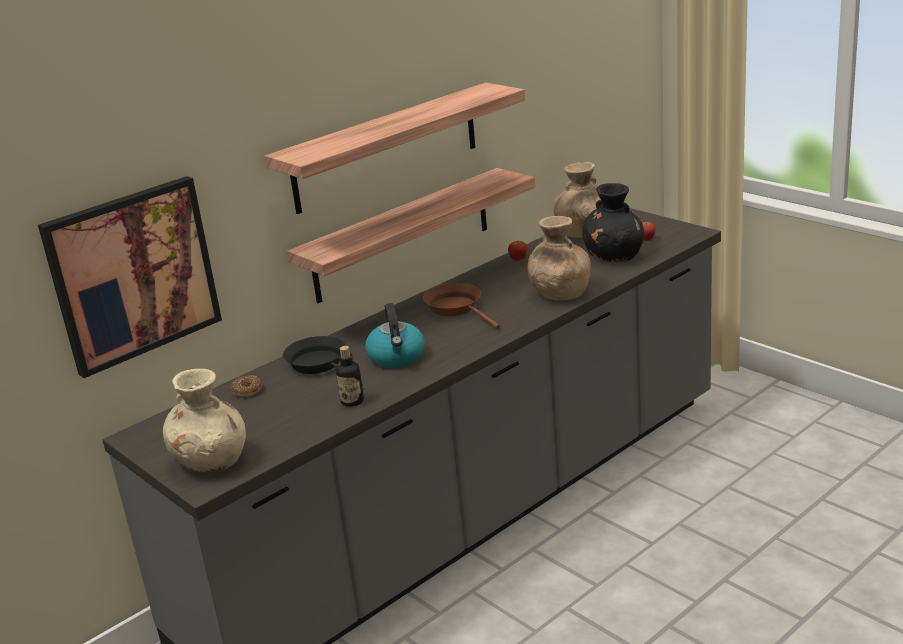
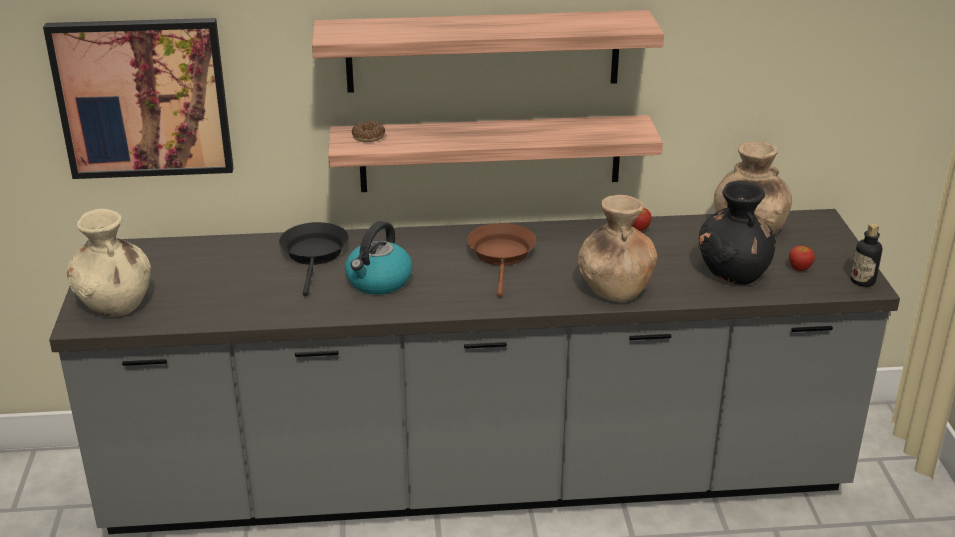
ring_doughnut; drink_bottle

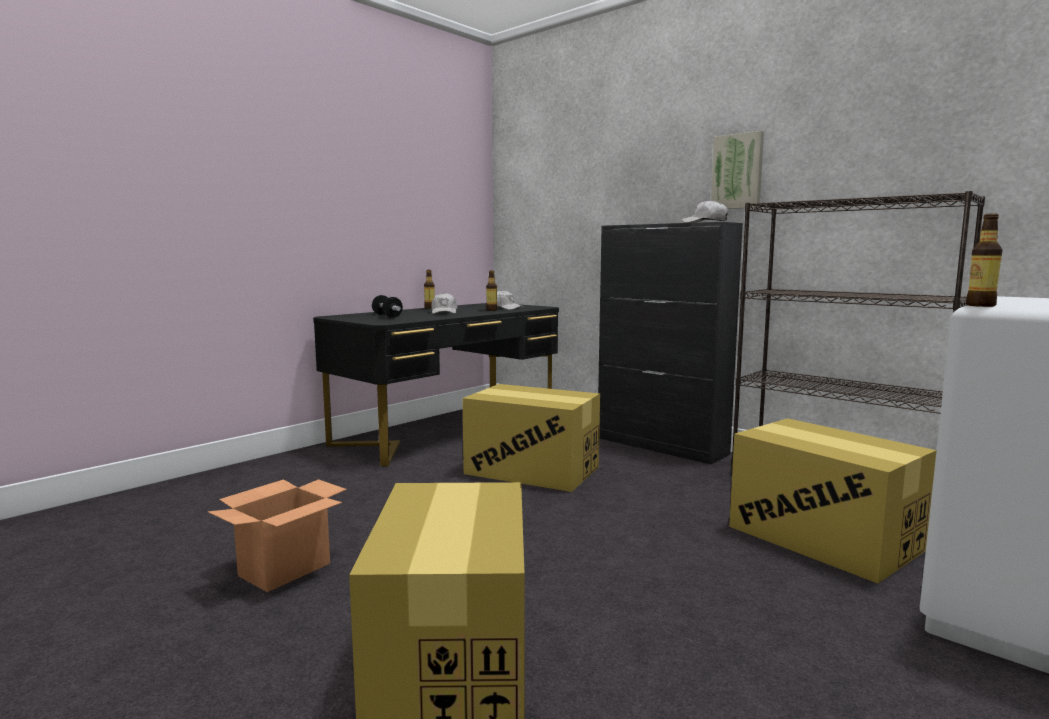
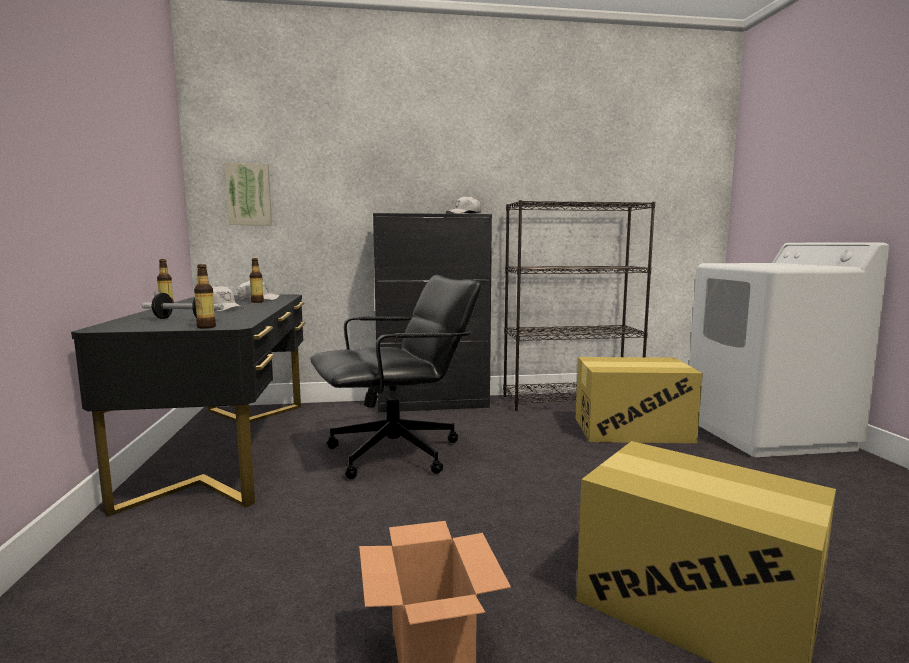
blackish_computer_chair; wall_picture; drink_bottle (2nd from left)

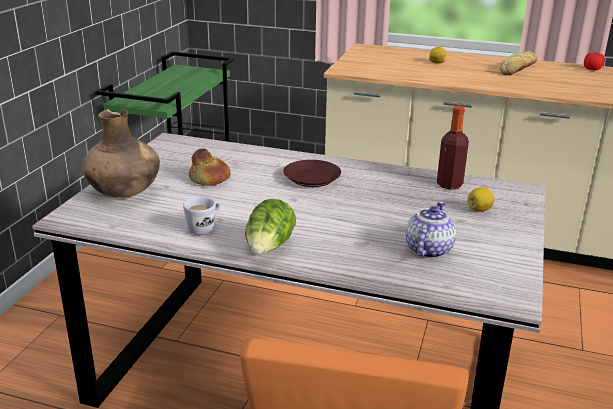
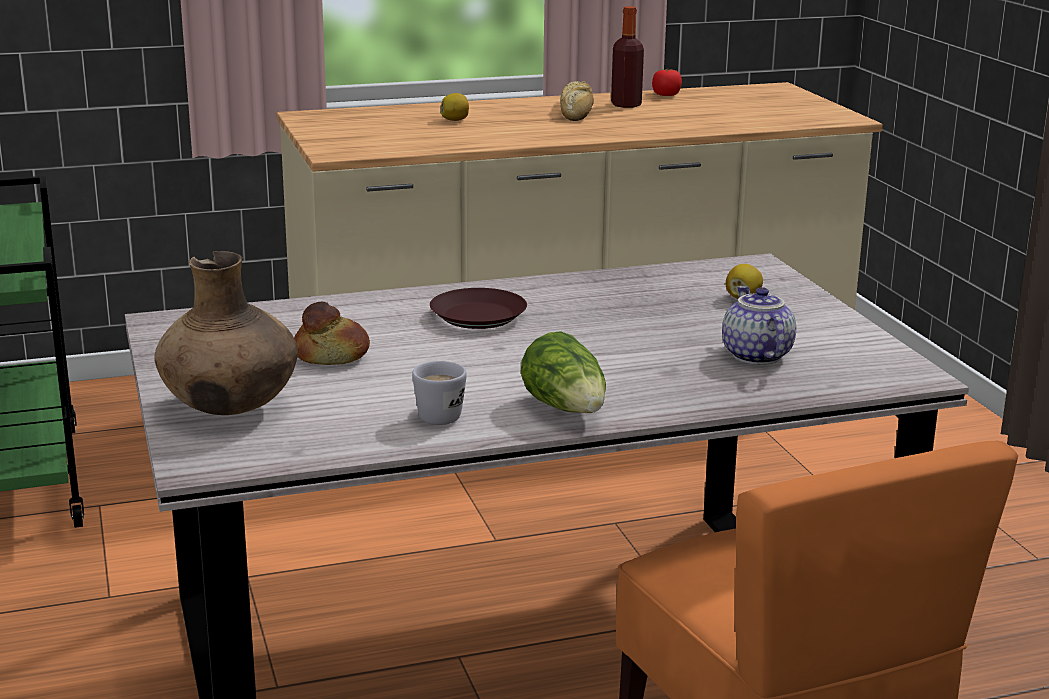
drink_bottle

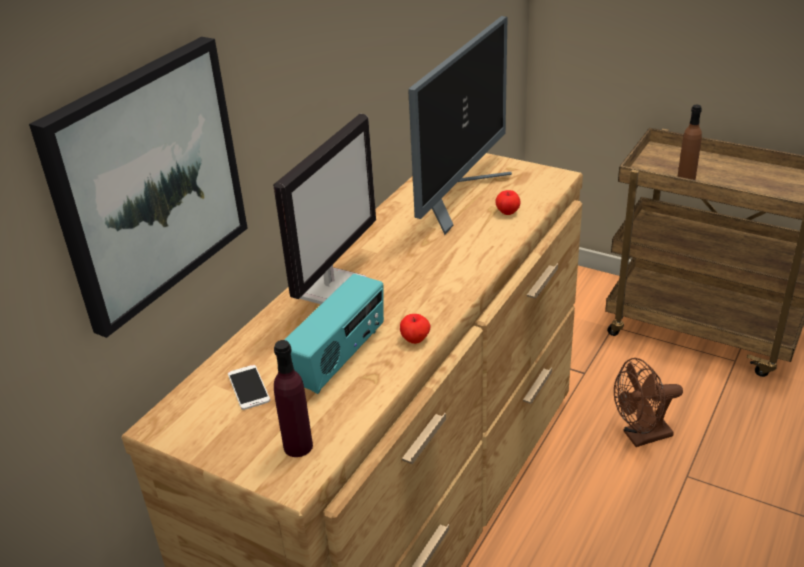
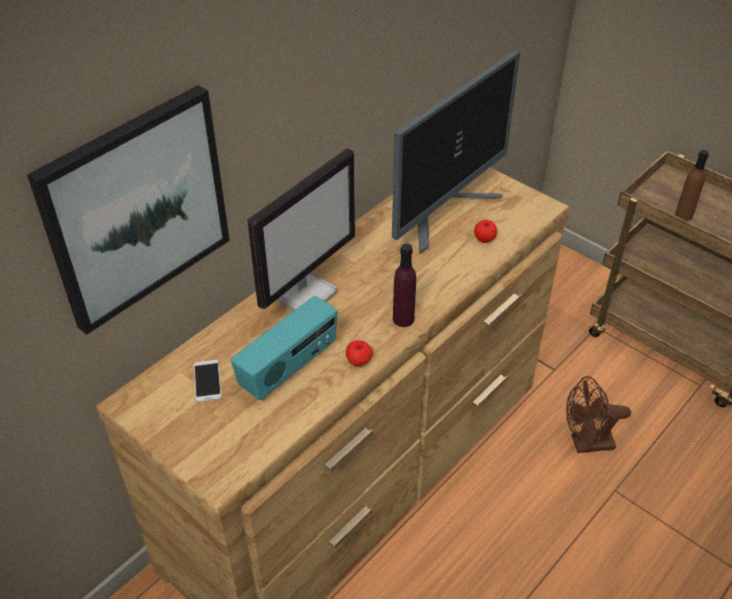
purple_drink_bottle

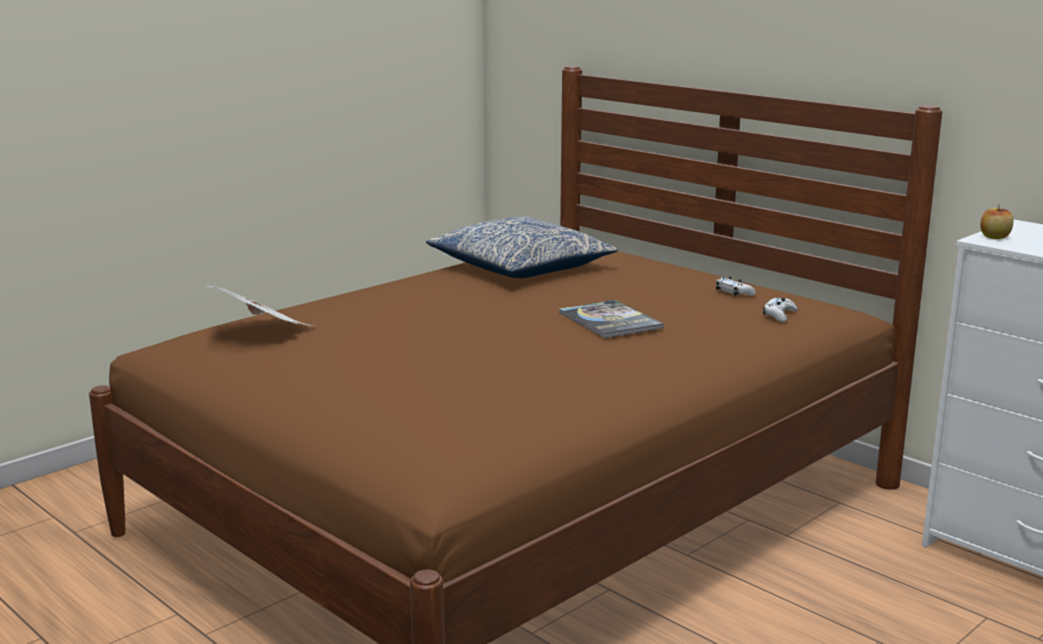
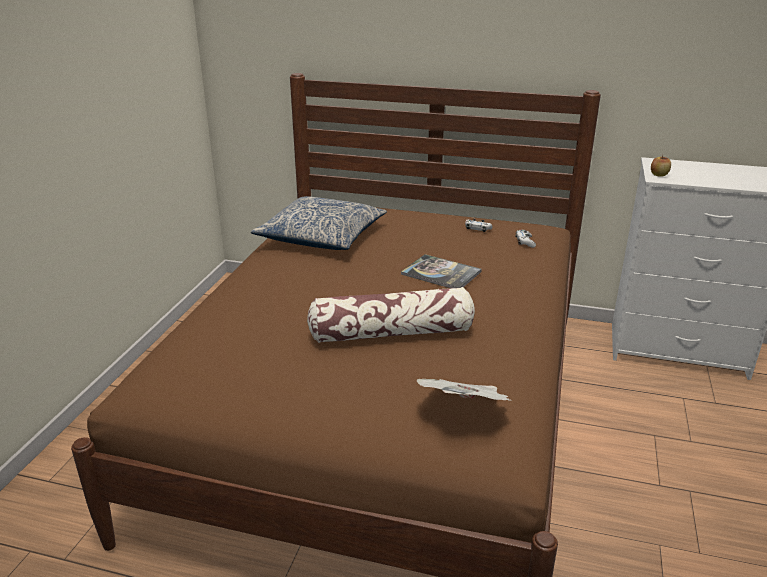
daily_paper; throw_pillow (2nd from left)

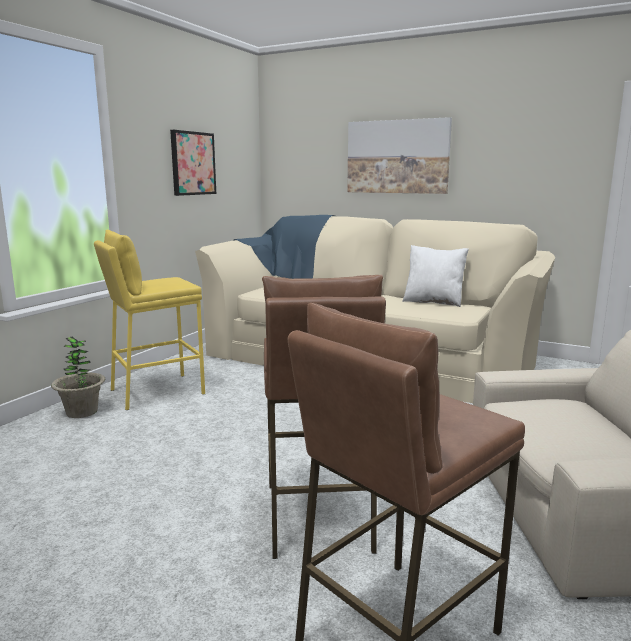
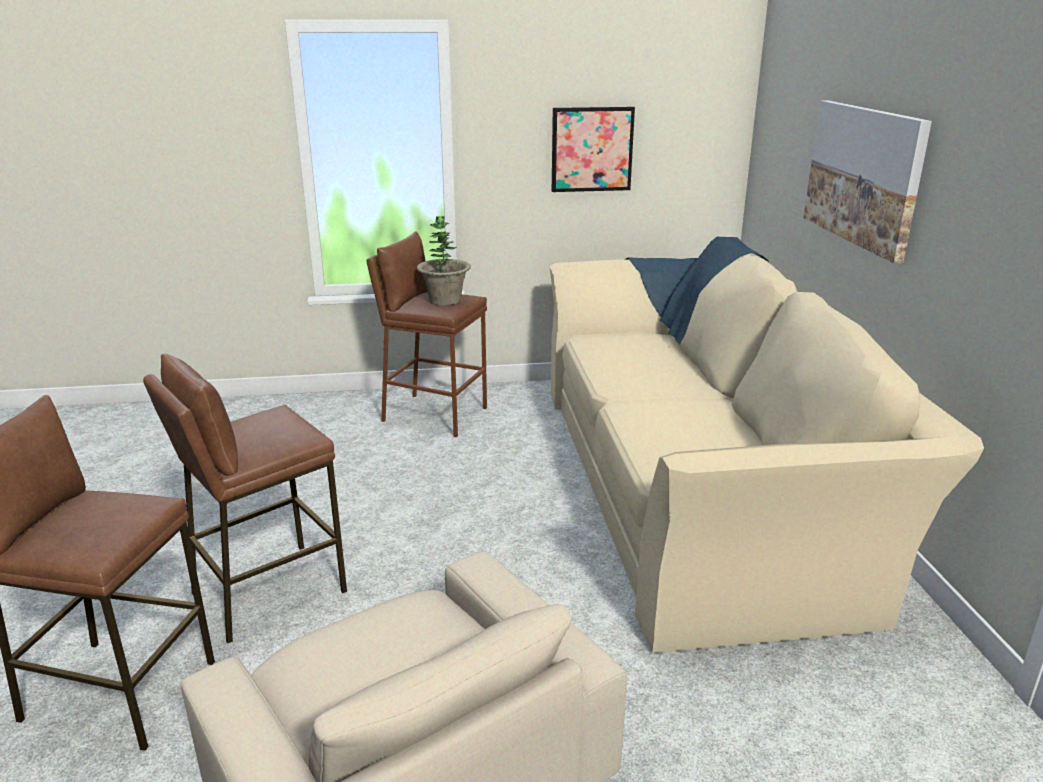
potted_plant; brown-coloured_stool_seat (3rd from left); whitish_throw_pillow

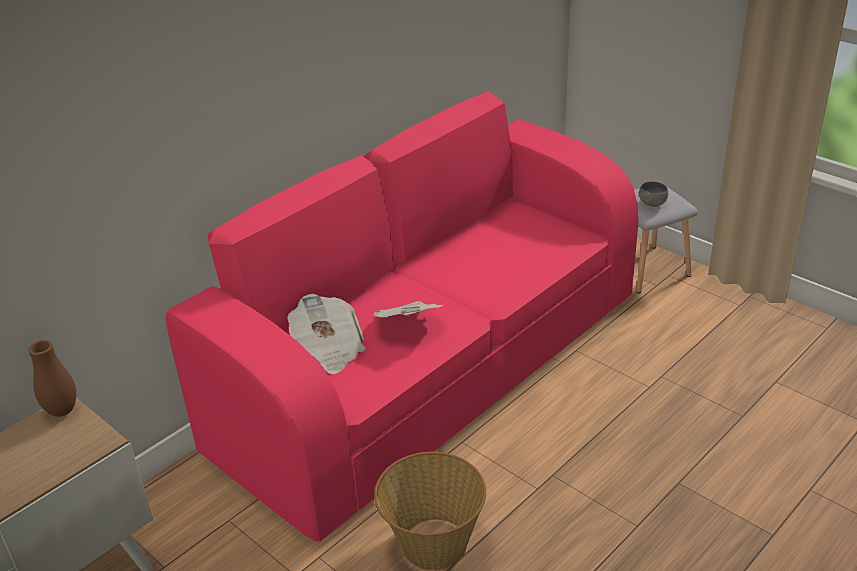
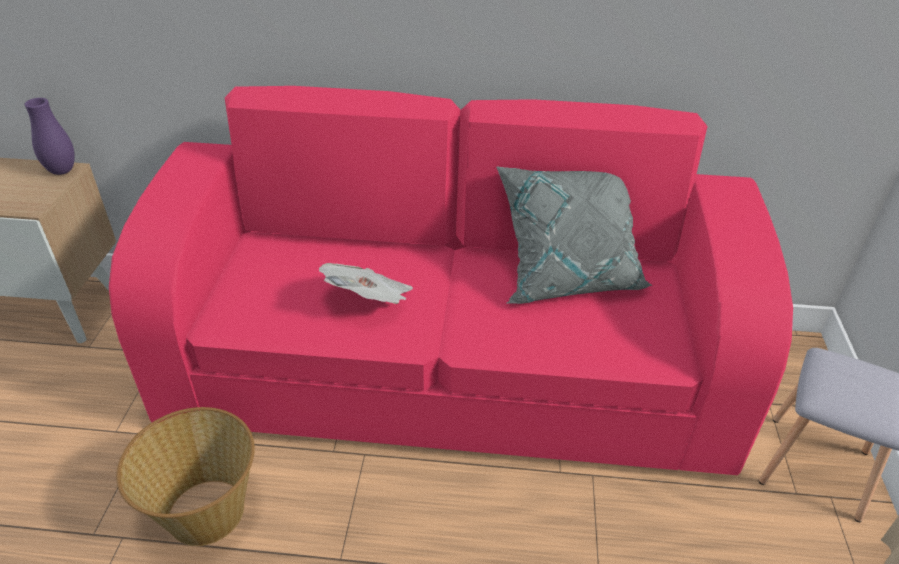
purple_flower_vase; daily_paper (1st from left in the first image); gray_deep_dish; gray_throw_pillow

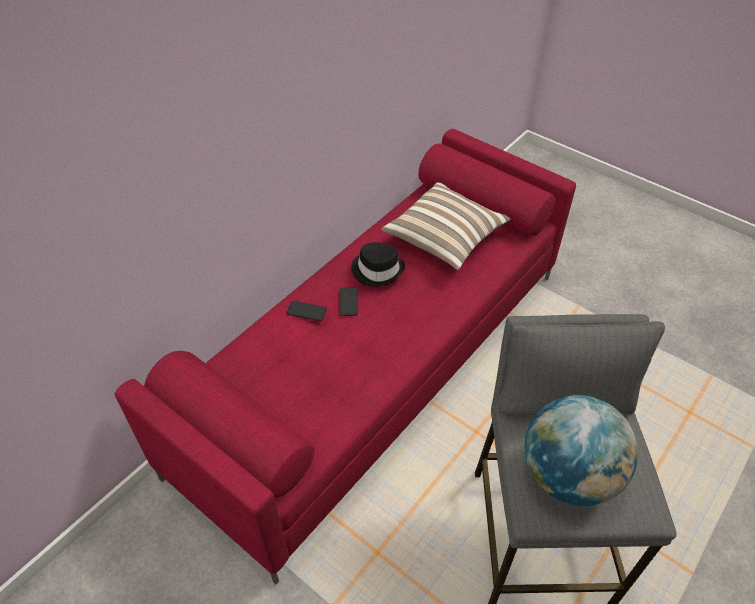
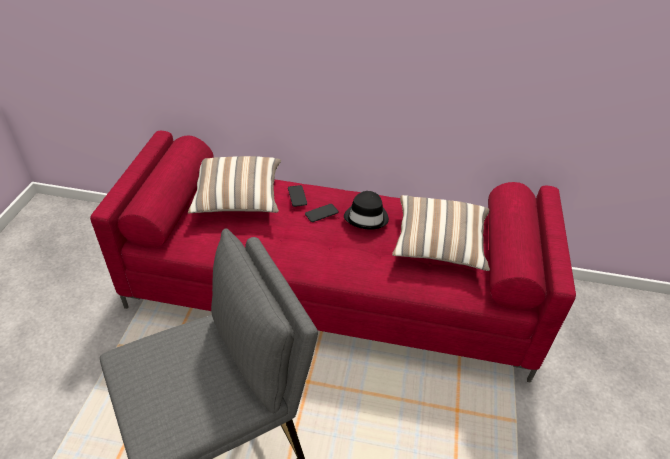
desk_globe; throw_pillow (1st from left)

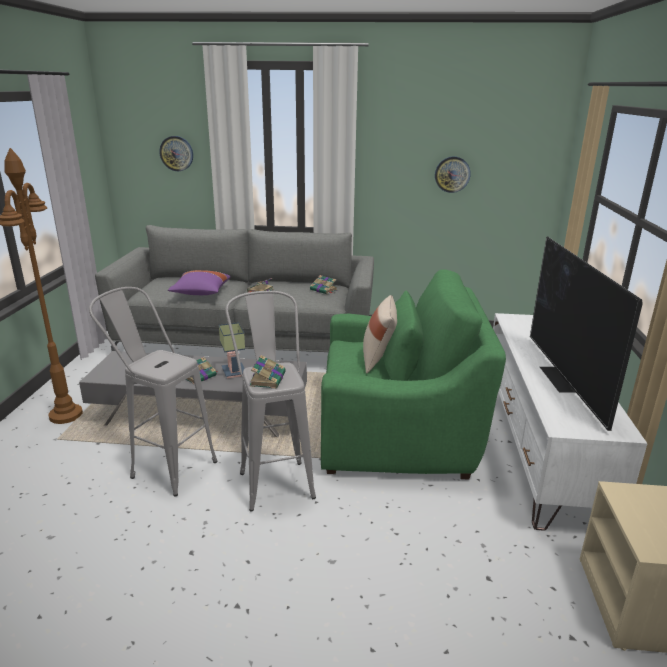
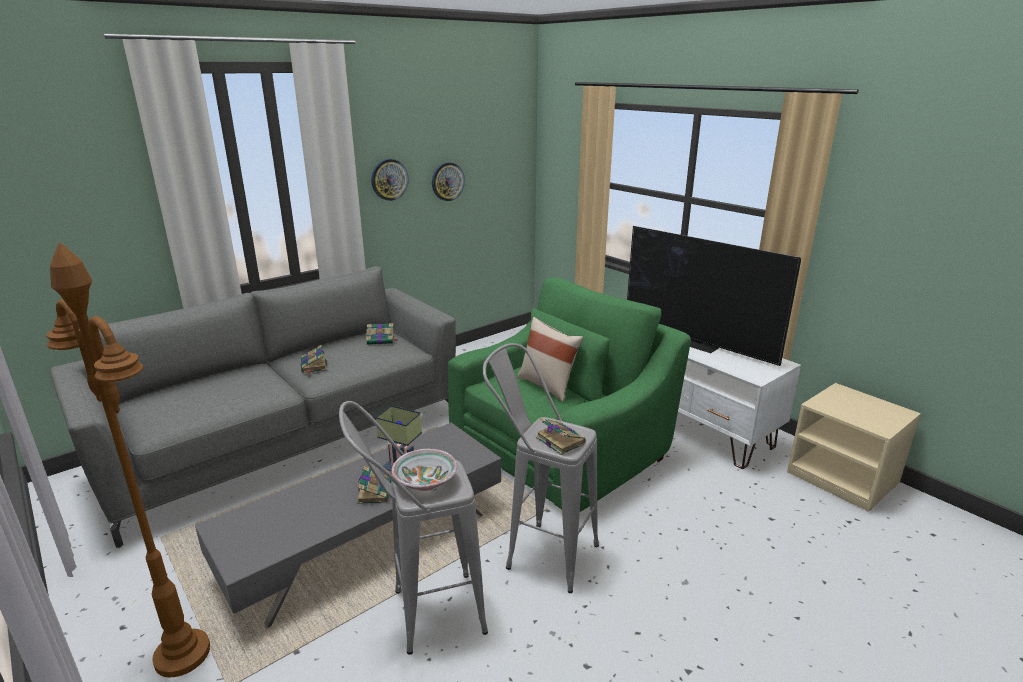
clock_on_the_wall (1st from left); purple_throw_pillow; deep_dish

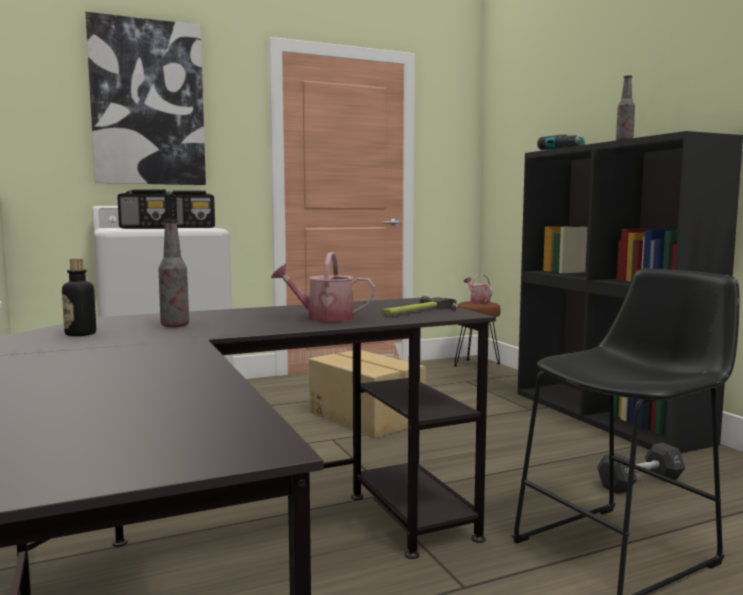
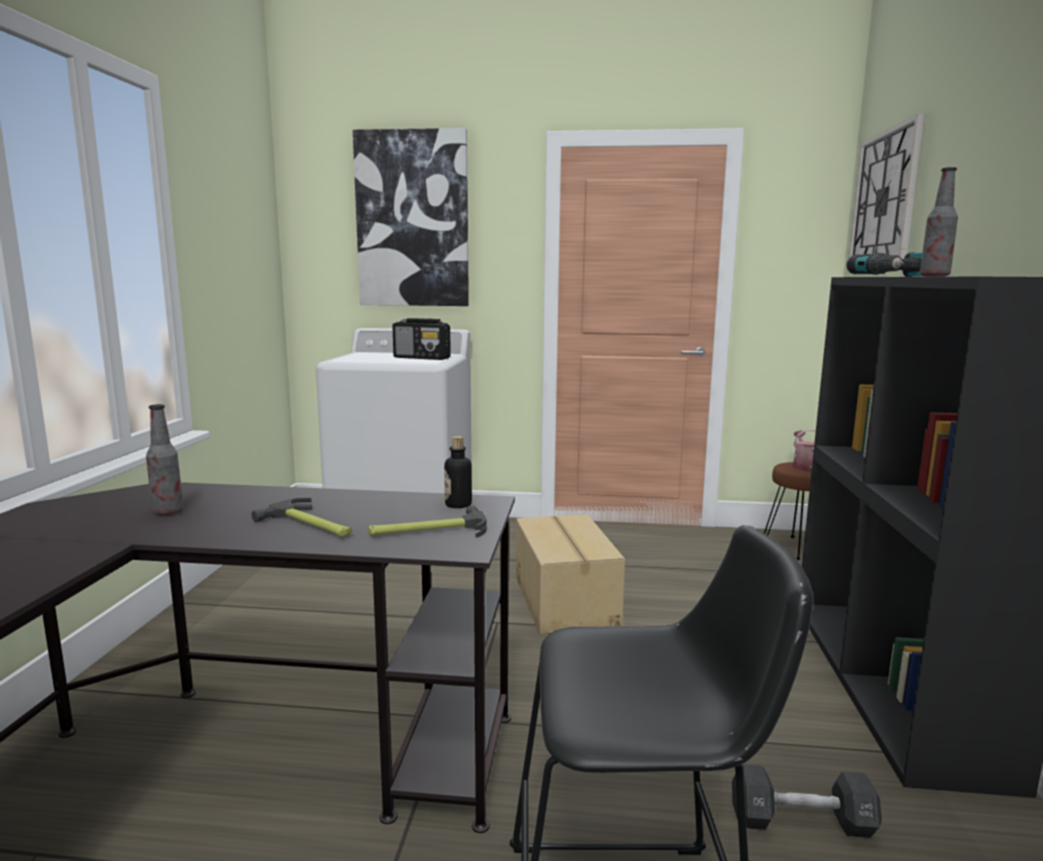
drink_bottle (2nd from left); radio (1st from left in the first image); tool_hammer (1st from left); clock_on_the_wall

